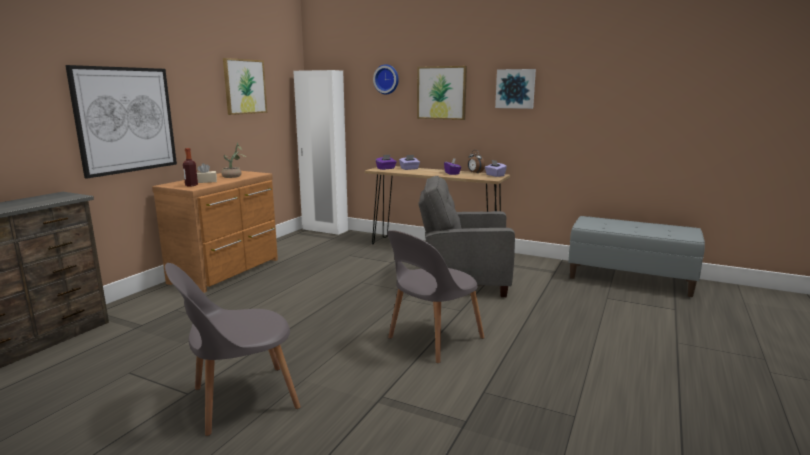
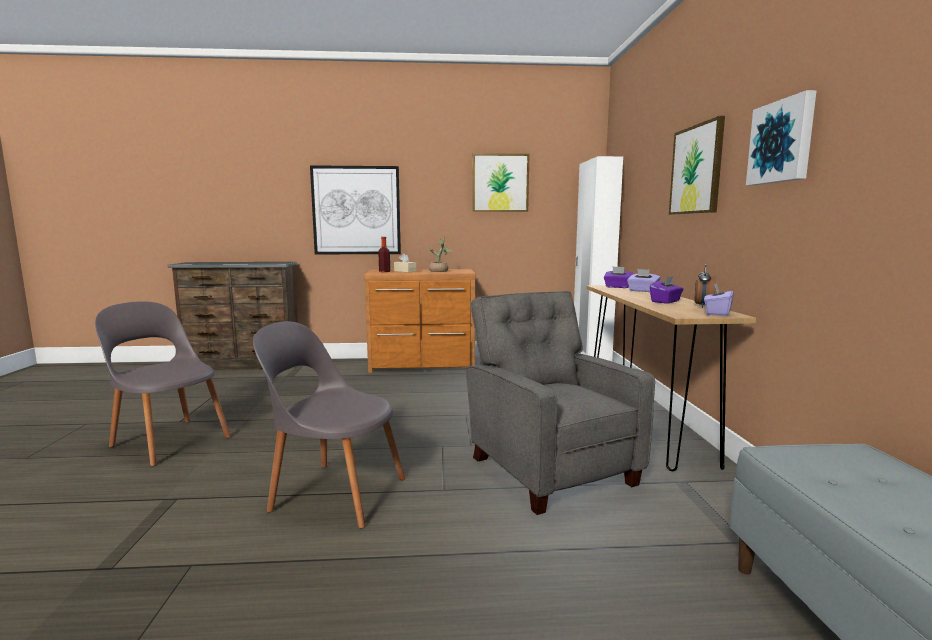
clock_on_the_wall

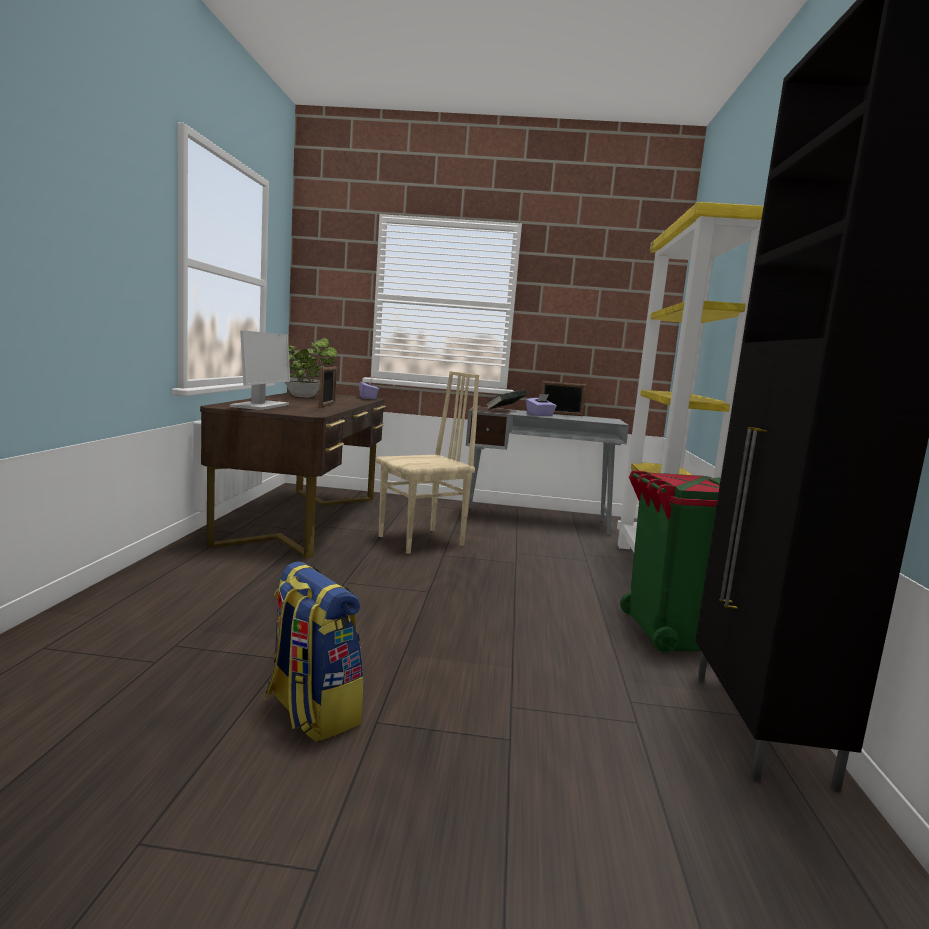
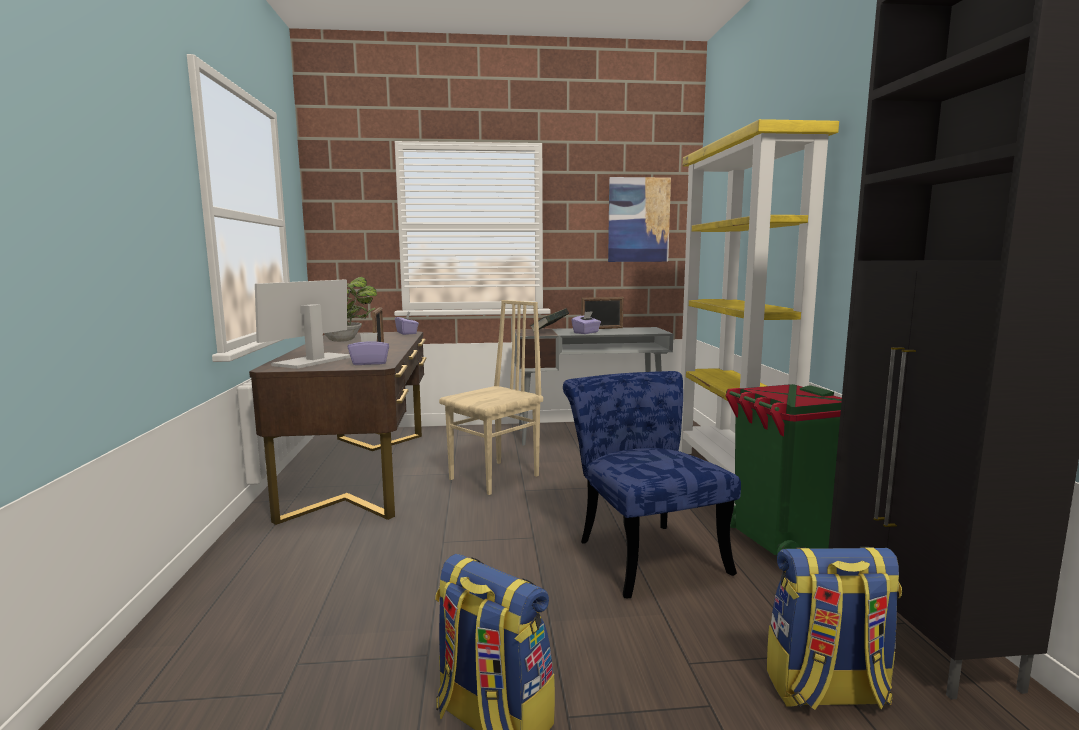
computer_display; purple_box_of_tissues (1st from left); blue_chair; wall_picture; rucksack (2nd from left)

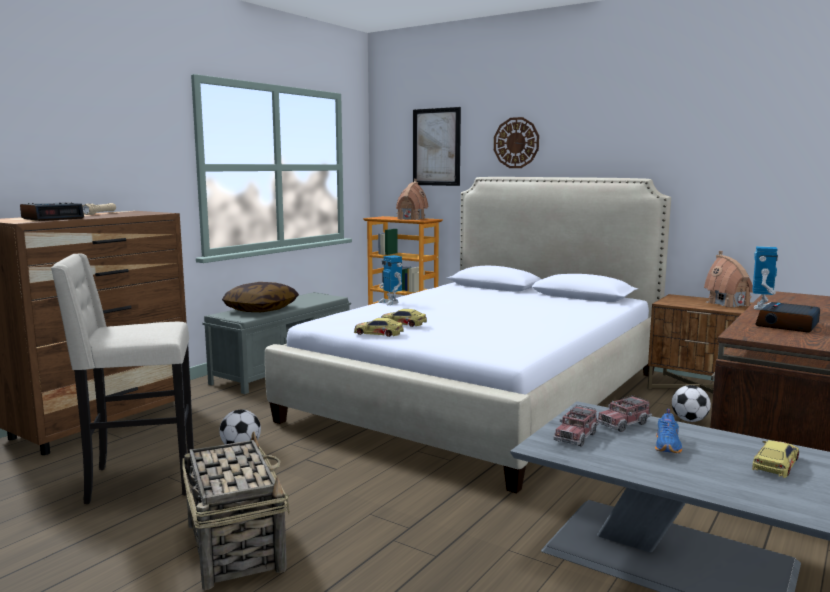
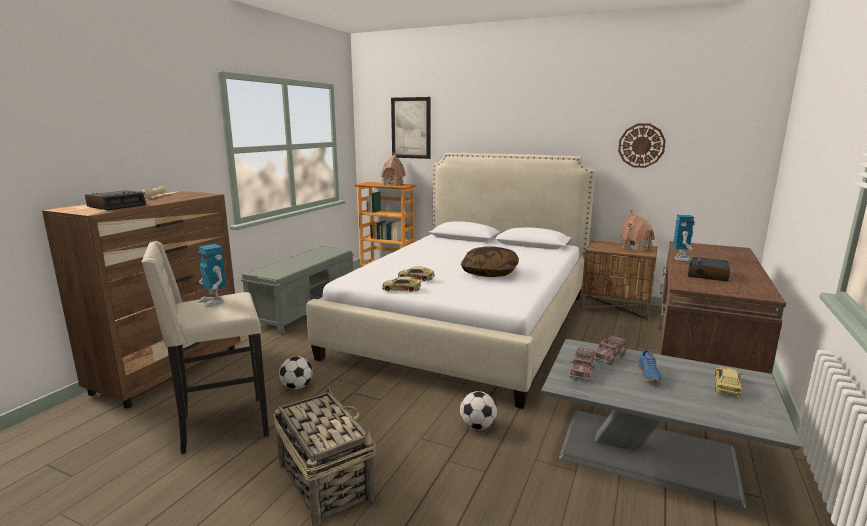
throw_pillow; robot_figure (1st from left); clock_on_the_wall; ball_for_football (2nd from left)

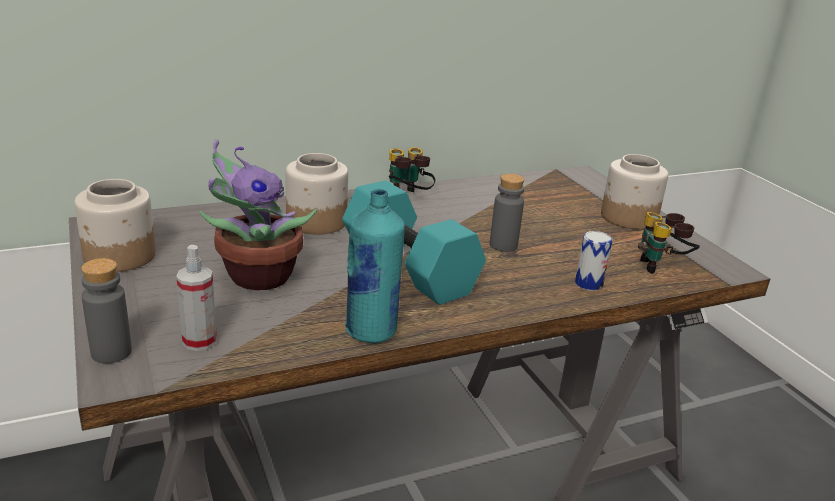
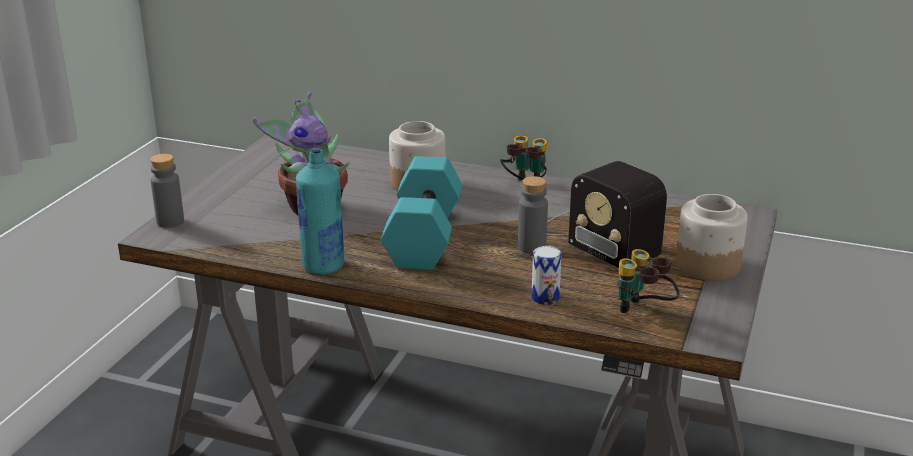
preserve_jar (1st from left in the first image); hand_sprayer; radio

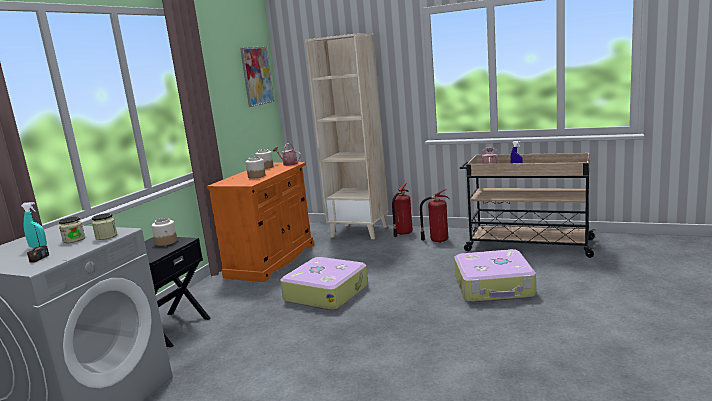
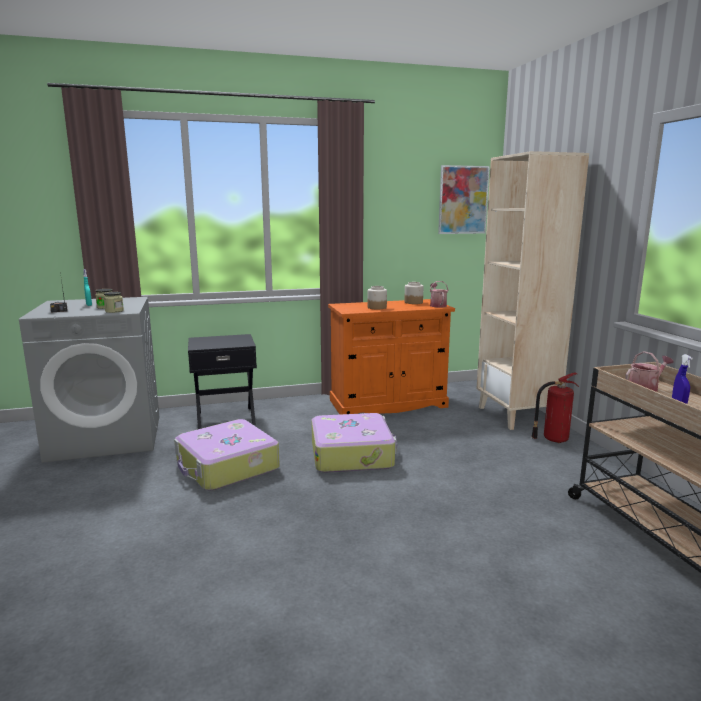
preserve_jar (3rd from left in the first image); extinguisher (2nd from left in the first image); piece_of_luggage (1st from left)

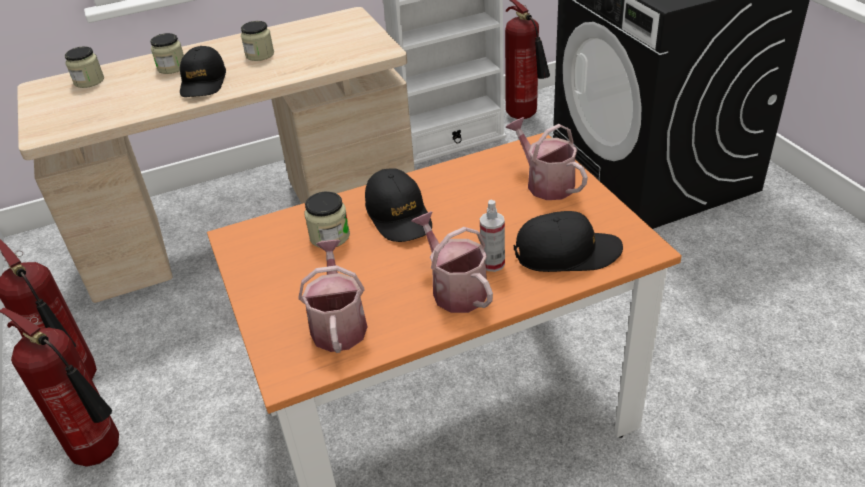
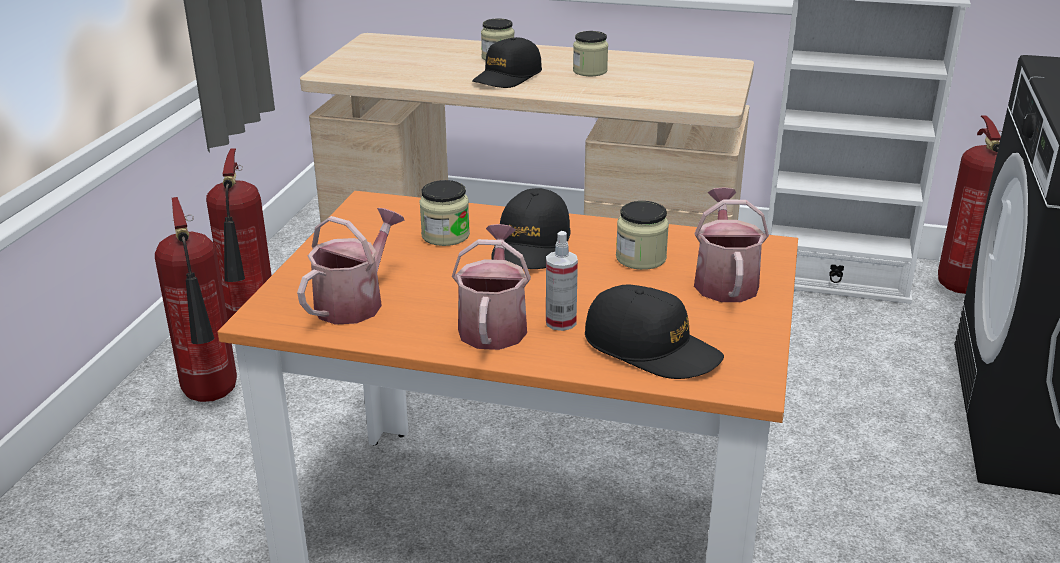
preserve_jar (4th from left)

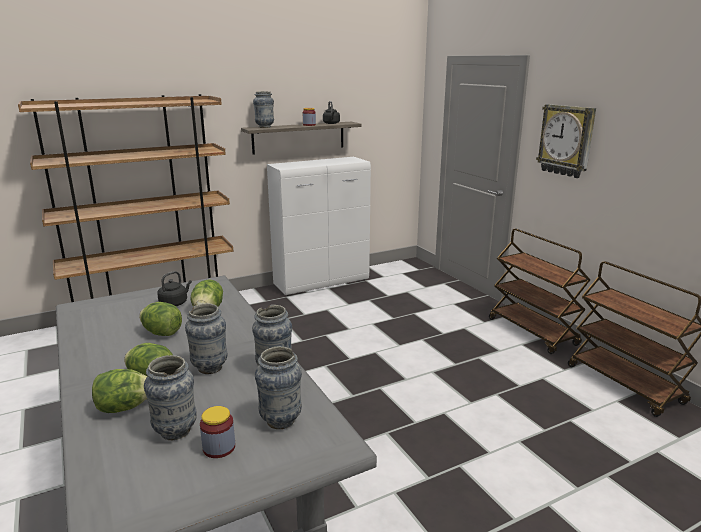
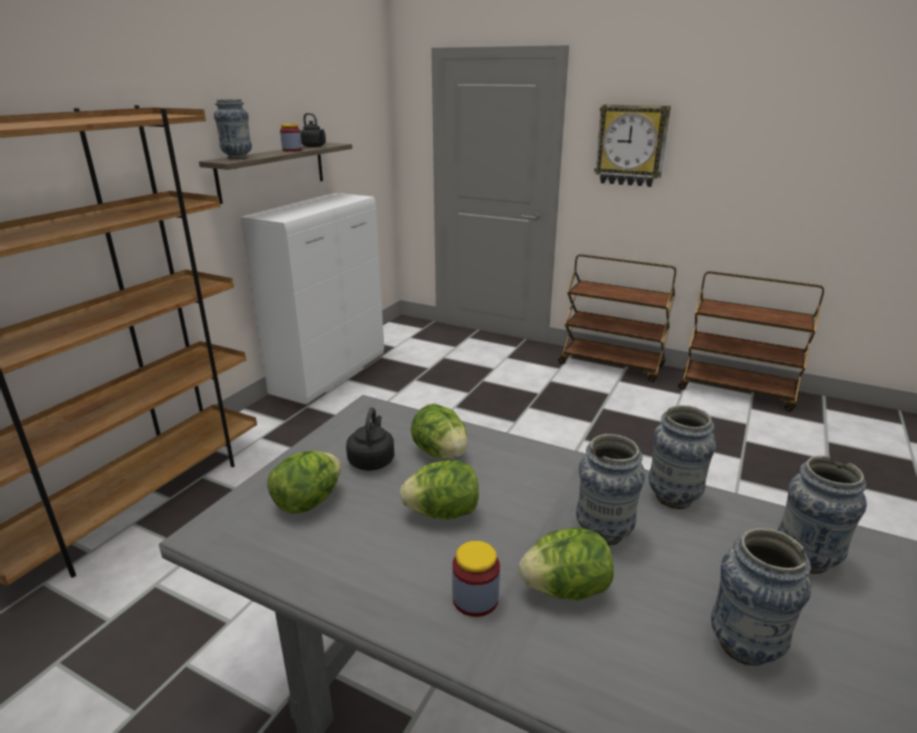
head_of_lettuce (1st from left); preserve_jar (2nd from left)

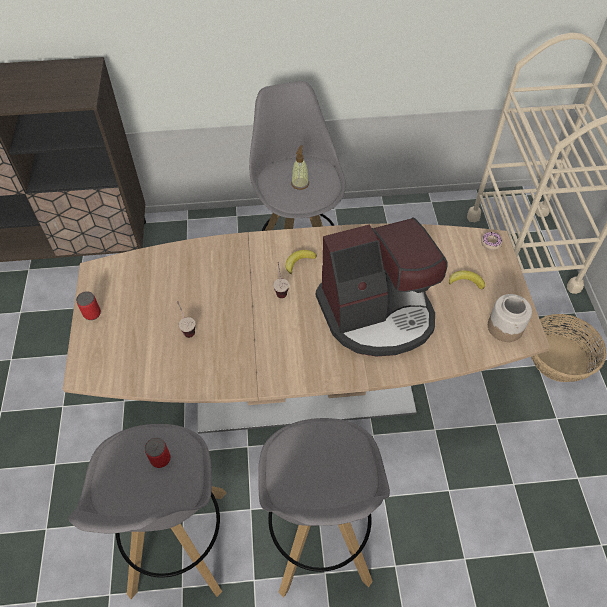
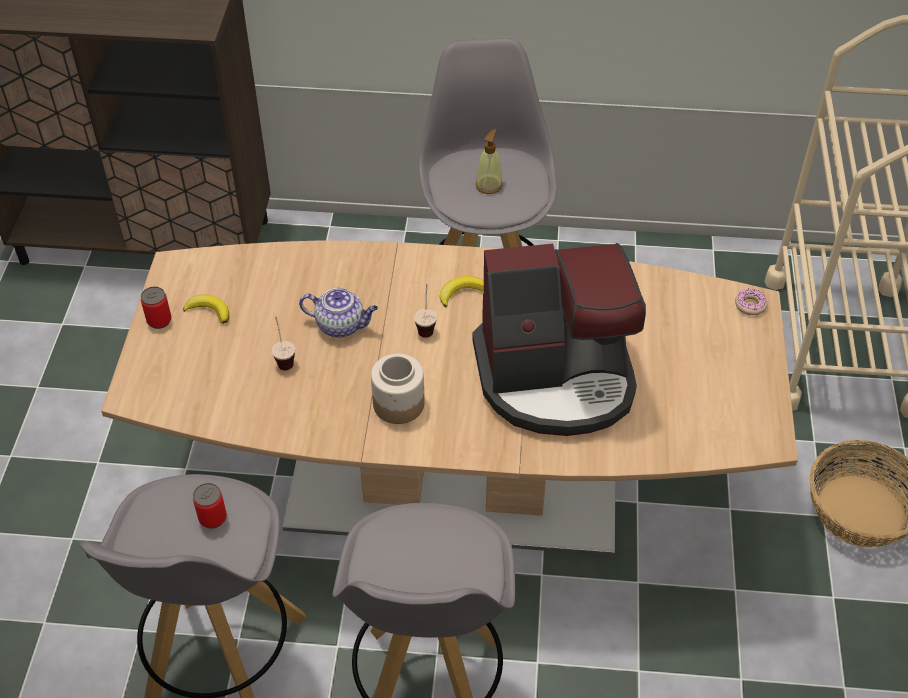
banana_fruit (1st from left); preserve_jar; pot_for_tea

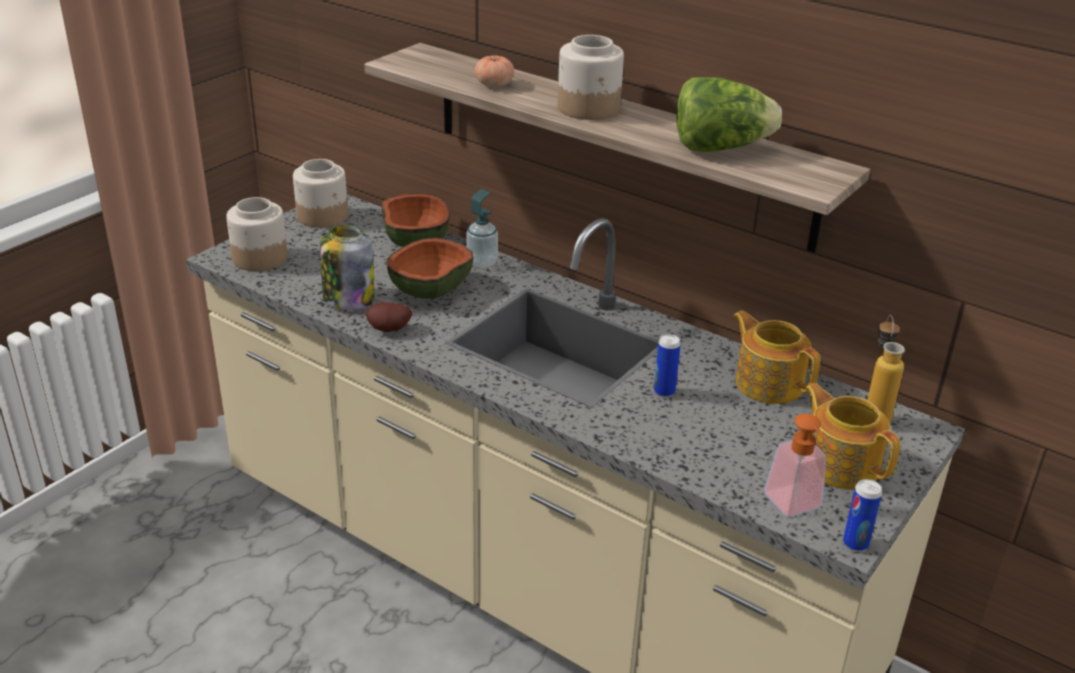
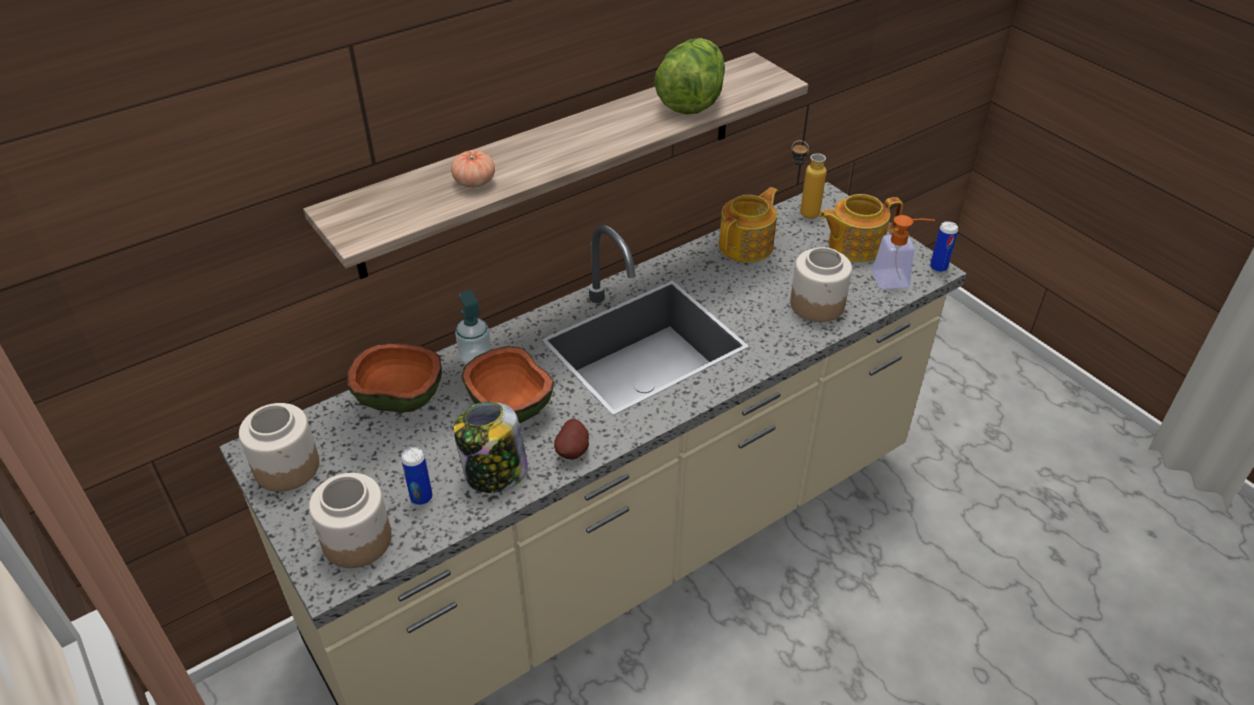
preserve_jar (4th from left); sealed_can (1st from left); pot_for_tea (1st from left)

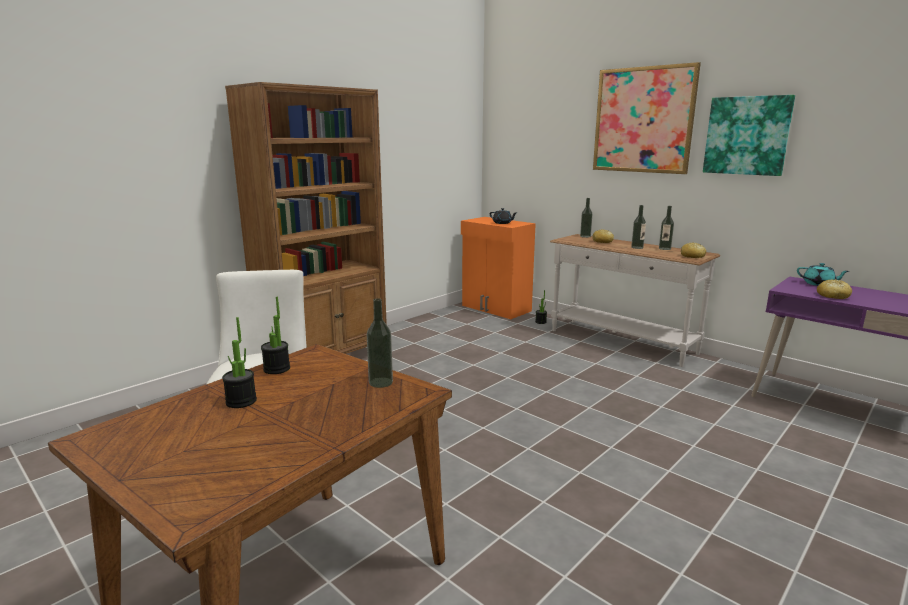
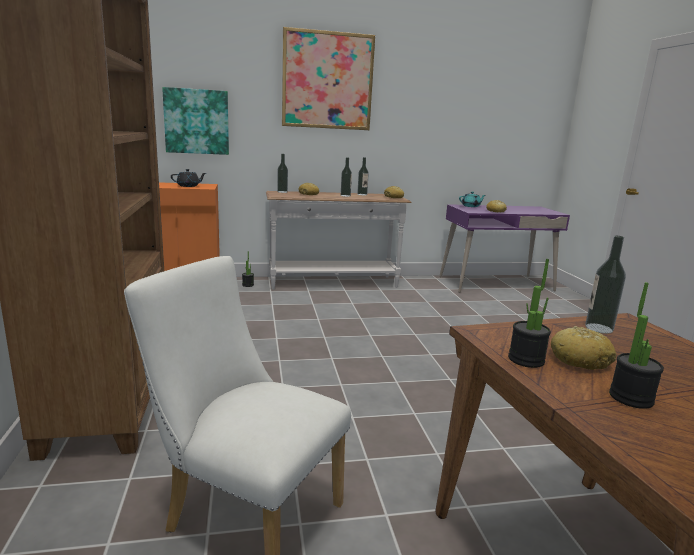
wall_picture (1st from left); bread (4th from left)

